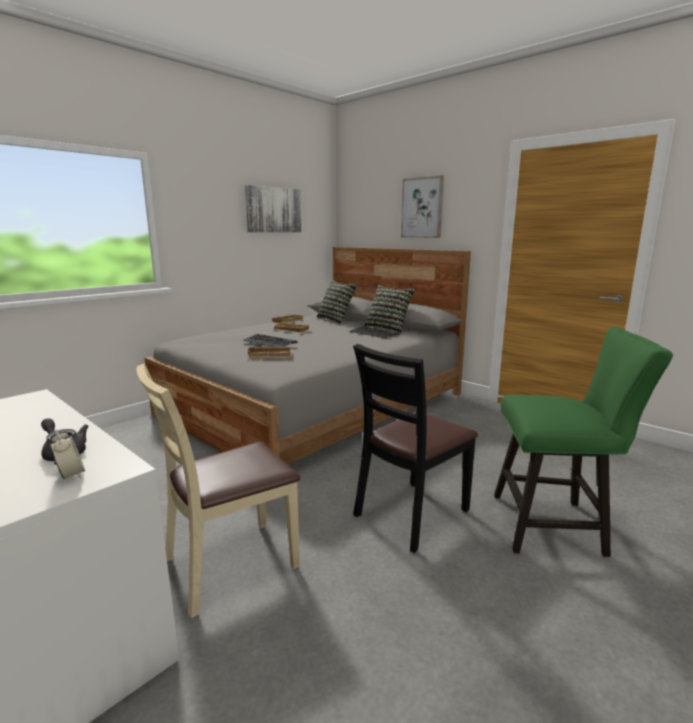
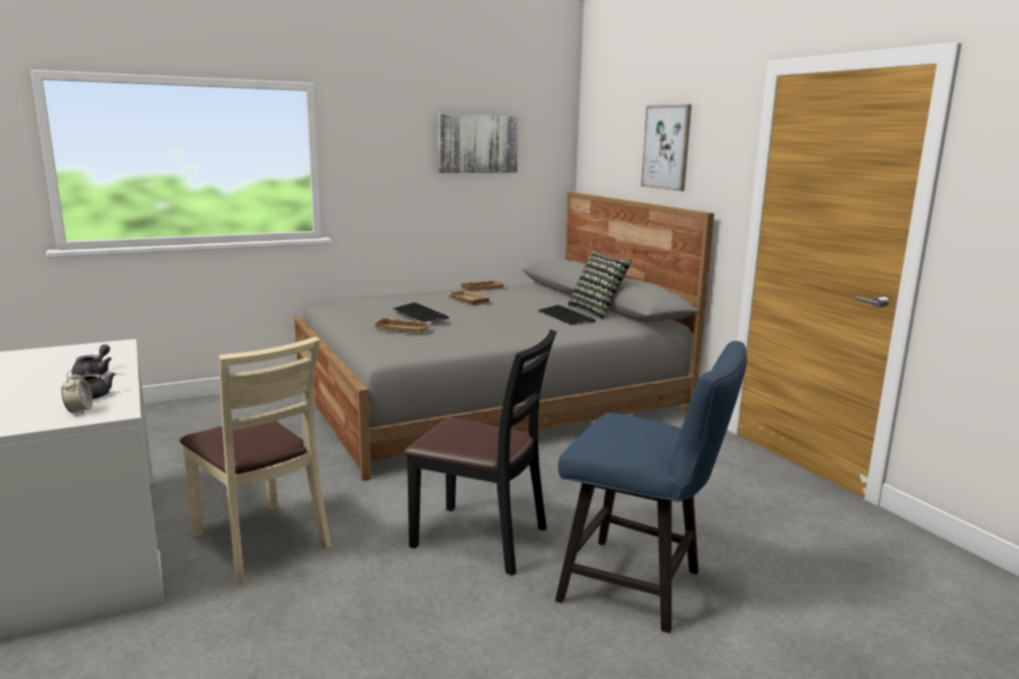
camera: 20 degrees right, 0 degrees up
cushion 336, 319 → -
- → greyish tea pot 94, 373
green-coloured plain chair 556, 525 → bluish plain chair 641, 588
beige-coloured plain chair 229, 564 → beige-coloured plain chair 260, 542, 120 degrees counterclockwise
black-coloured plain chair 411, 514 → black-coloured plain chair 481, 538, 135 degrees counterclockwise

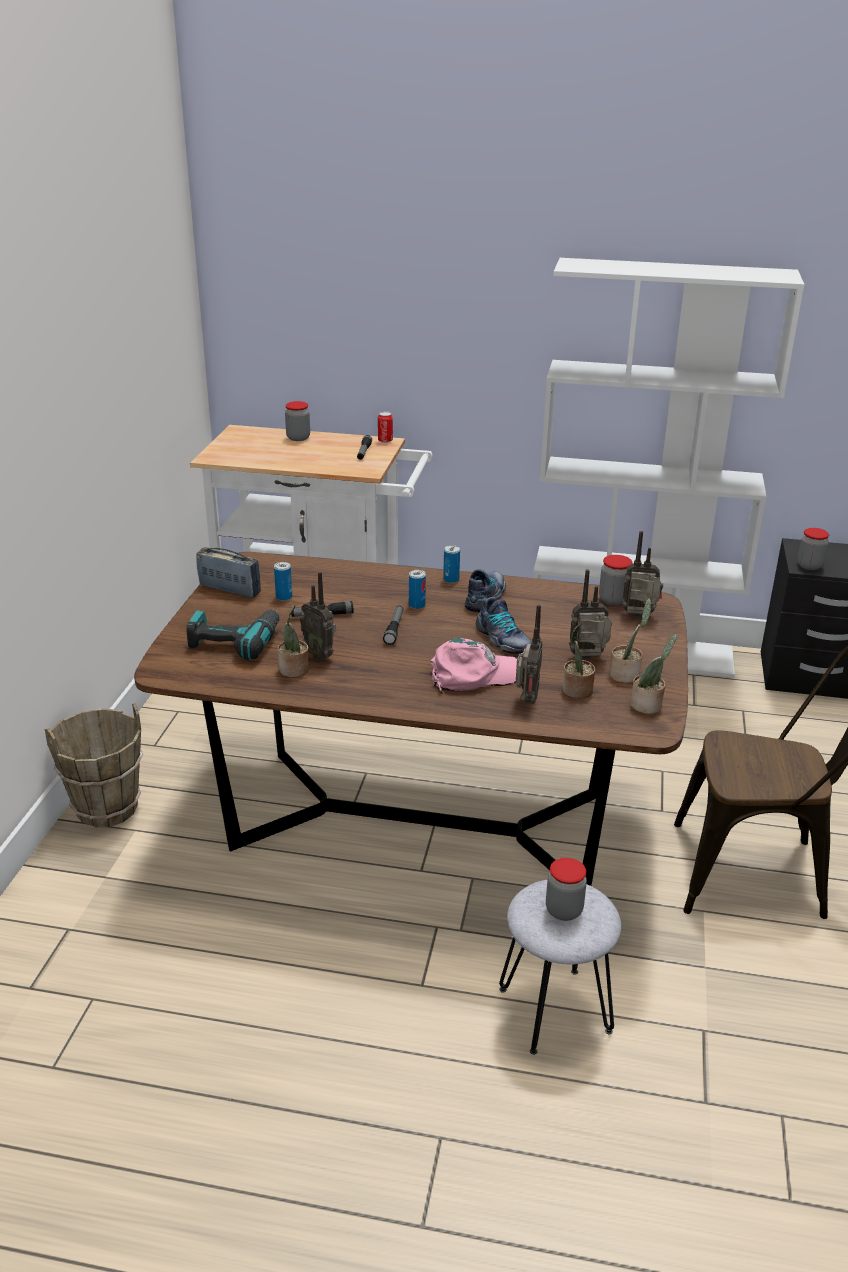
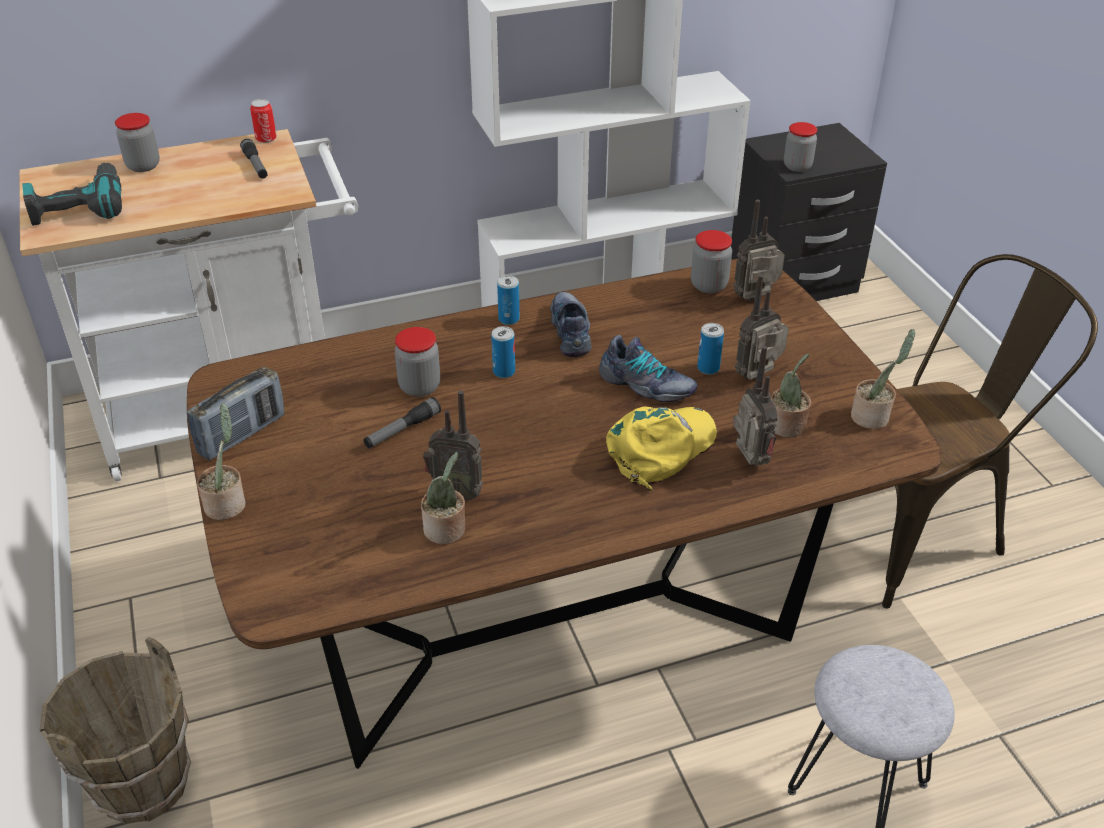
camera: 30 degrees left, 10 degrees up
flashlight 394, 629 → -
drill 235, 641 → drill 78, 206, shifted
sealed can 284, 597 → sealed can 708, 368, shifted
jar 564, 910 → jar 419, 387, shifted
houseplant 626, 675 → houseplant 227, 504, shifted
pink peaked cap 474, 675 → yellow peaked cap 661, 448
radio 230, 589 → radio 242, 435, 135 degrees clockwise

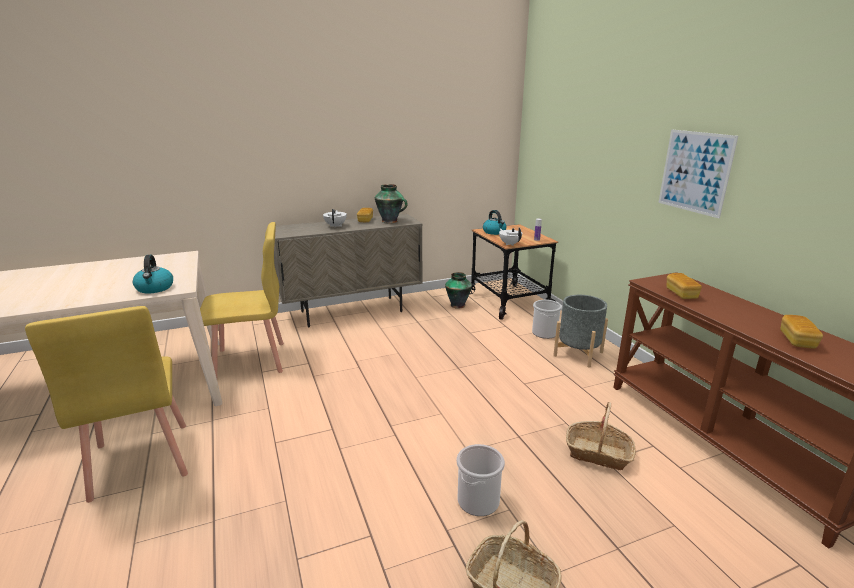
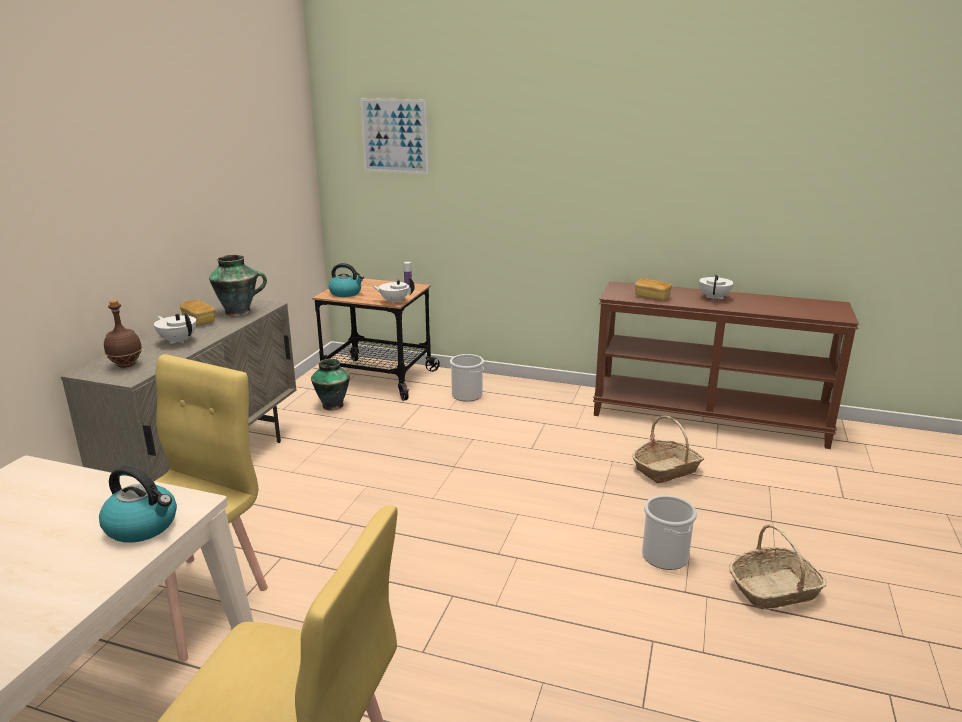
camera: 50 degrees left, 0 degrees up
greyish plant pot 578, 354 → -
baked bread 797, 340 → -
- → brown-coloured drink bottle 125, 365
- → white-coloured tea pot 714, 297
wall picture 695, 172 → wall picture 394, 136, shifted

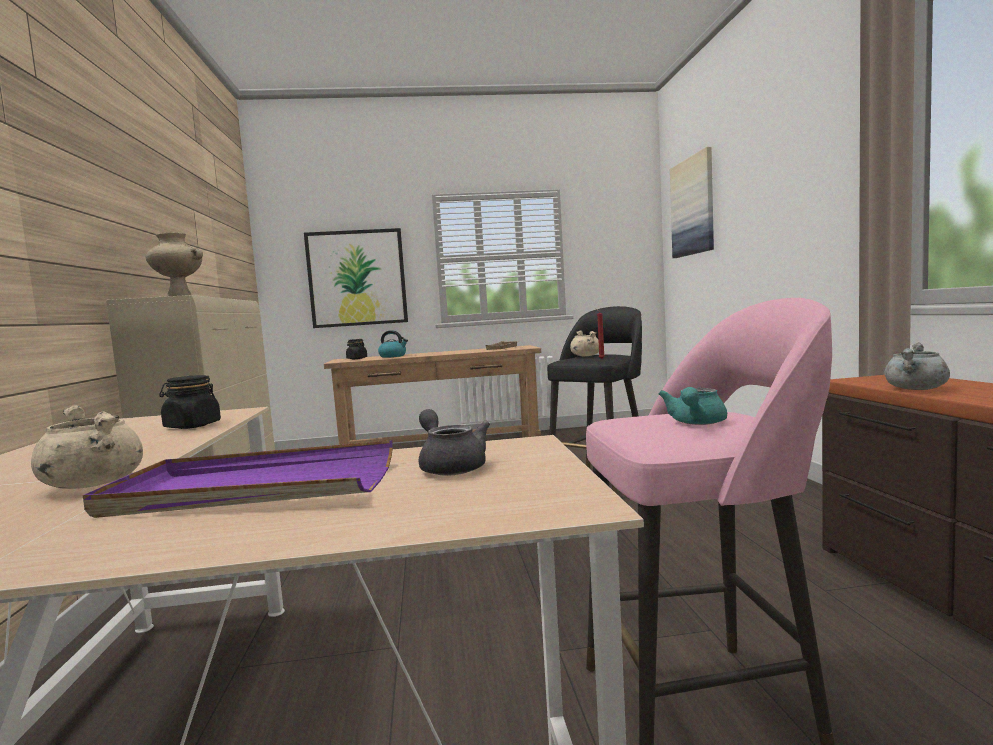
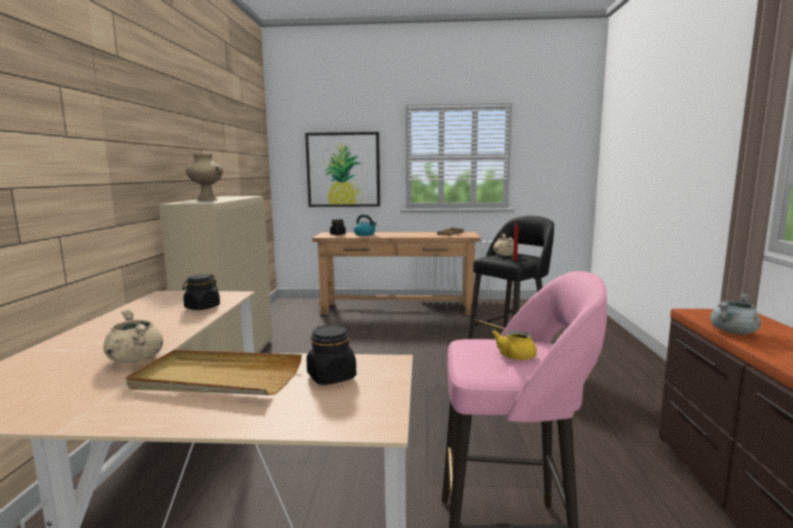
camera: 10 degrees right, 5 degrees up
wall picture 693, 206 → -
greyish tea pot 450, 466 → black-coloured jar 332, 377
purplish tray 254, 488 → beige-coloured tray 217, 379
blue-green tea pot 695, 423 → yellow tea pot 513, 357

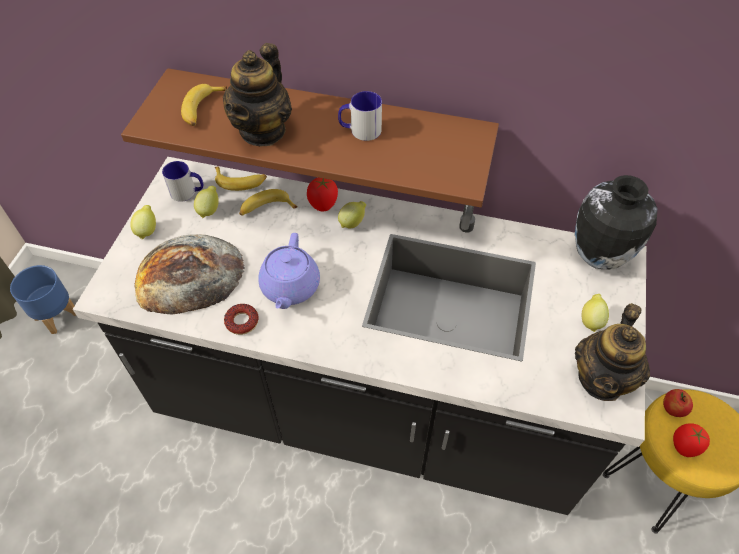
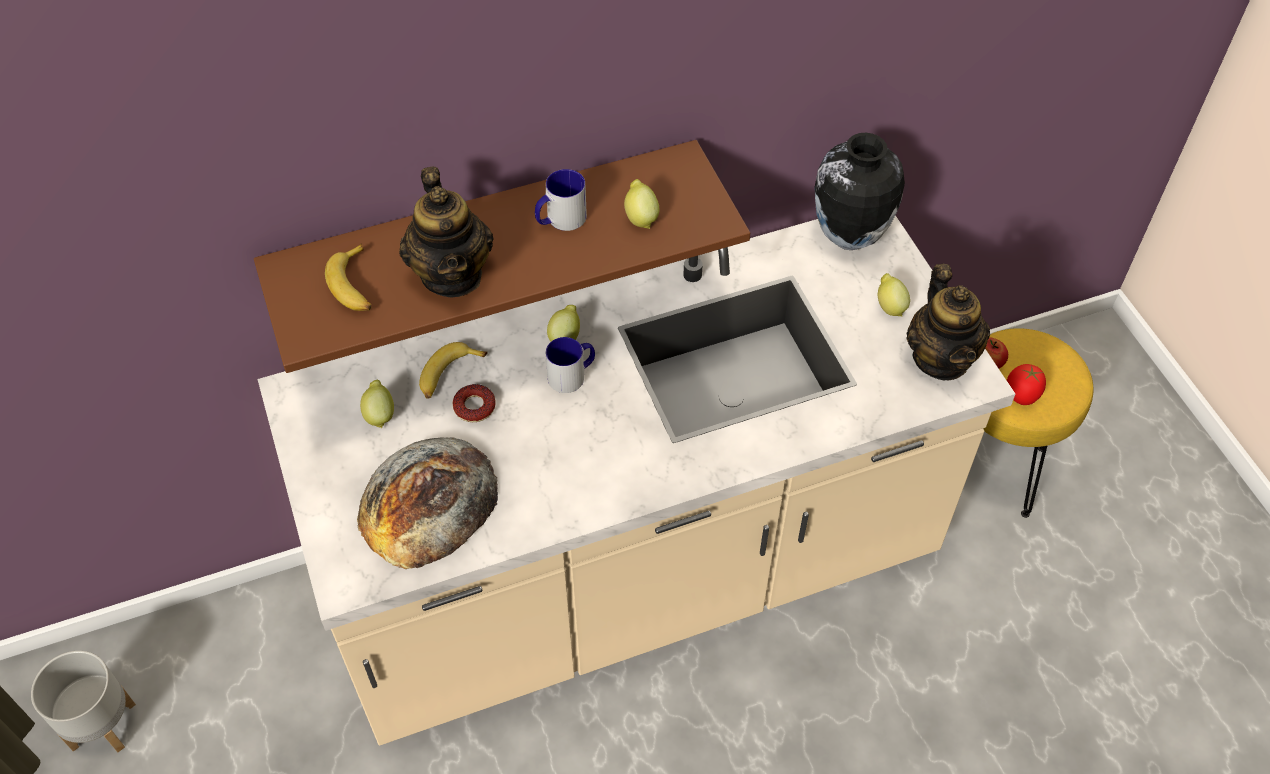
camera: 35 degrees left, 0 degrees up
banana fruit 240, 181 → -
purplish tea pot 290, 287 → -
tomato 323, 204 → -
citrus fruit 147, 230 → citrus fruit 640, 217, shifted
tea mug 188, 192 → tea mug 572, 375, shifted
doughnut 242, 321 → doughnut 474, 407, shifted
bluish plant pot 57, 315 → greyish plant pot 103, 723
black-coloured counter 369, 406 → beige-coloured counter 635, 574

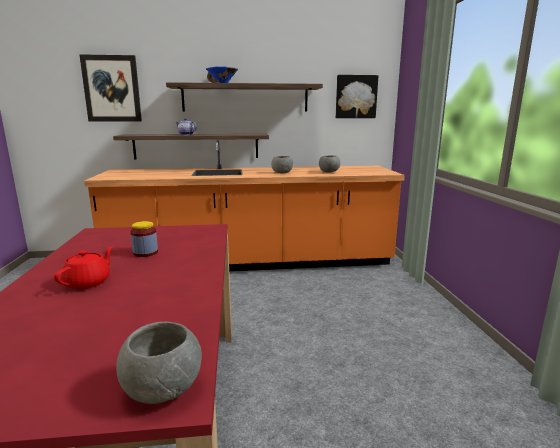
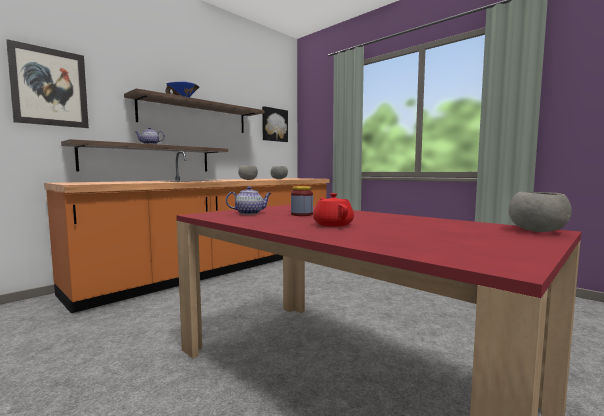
camera: 40 degrees left, 10 degrees down
- → tea pot 249, 213

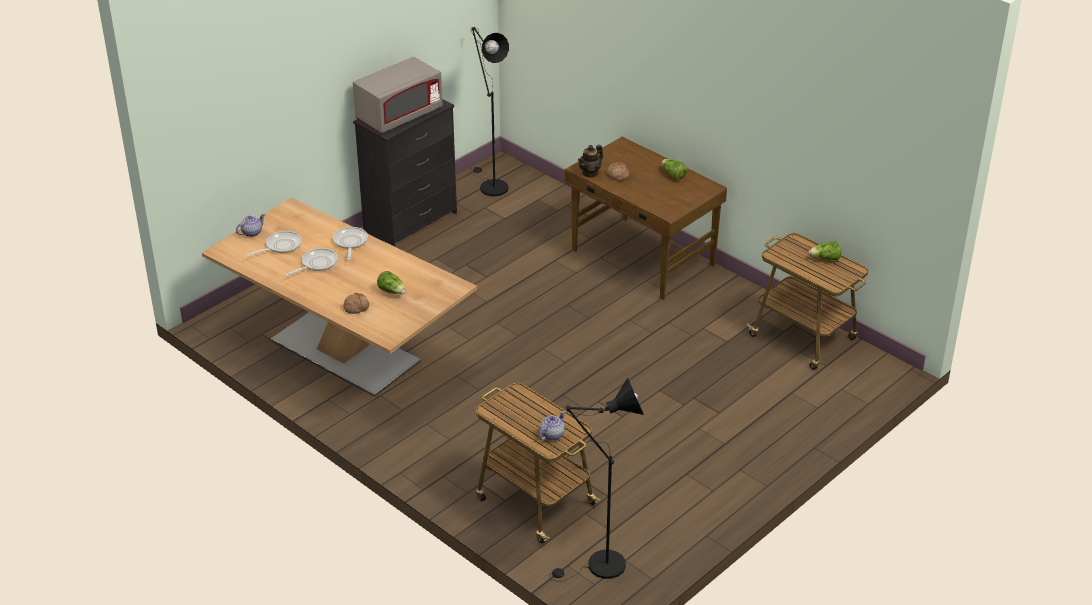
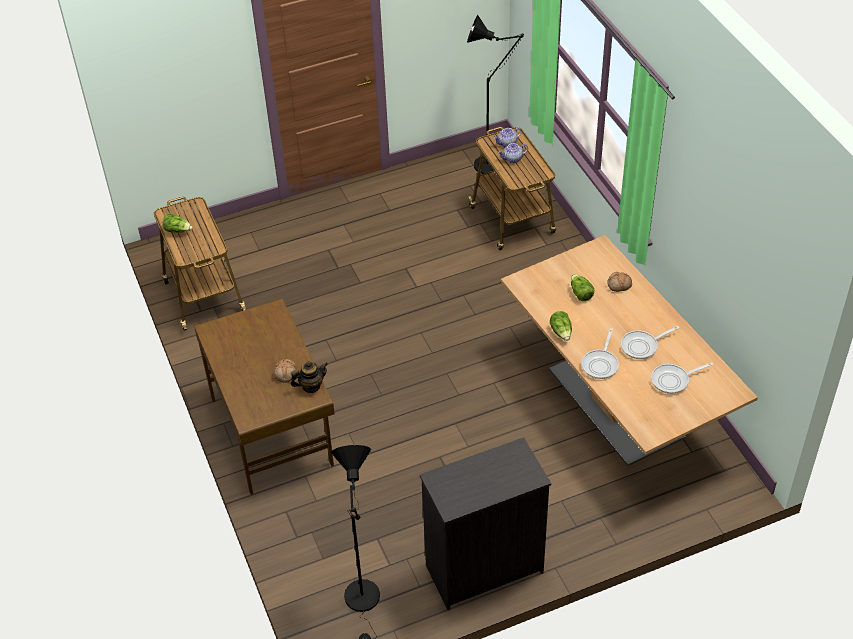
camera: 155 degrees left, 10 degrees up
greyish microwave 399, 115 → -
tea pot 252, 232 → tea pot 512, 159, shifted
lettuce 673, 175 → lettuce 561, 332, shifted

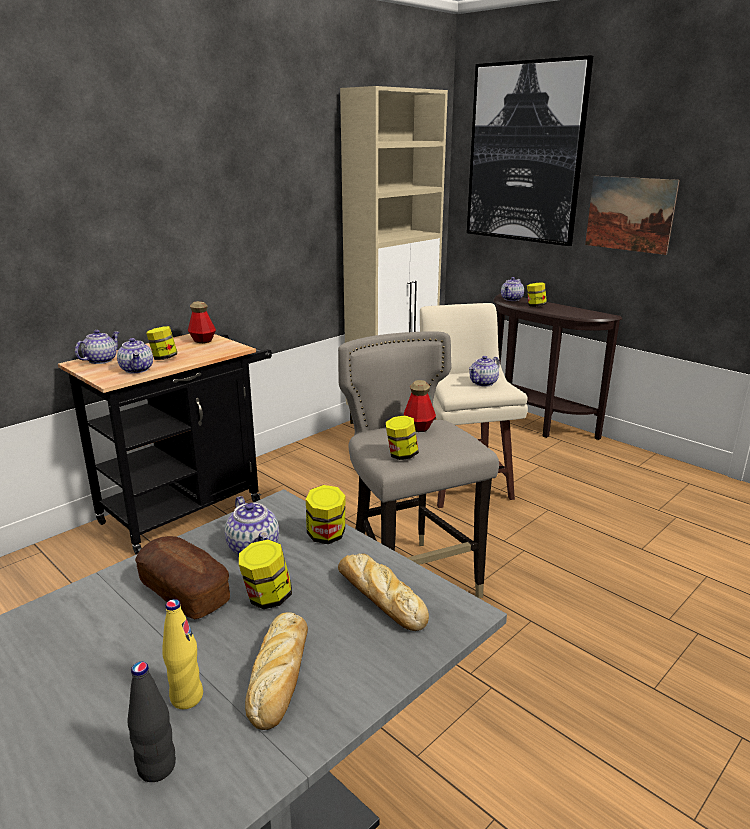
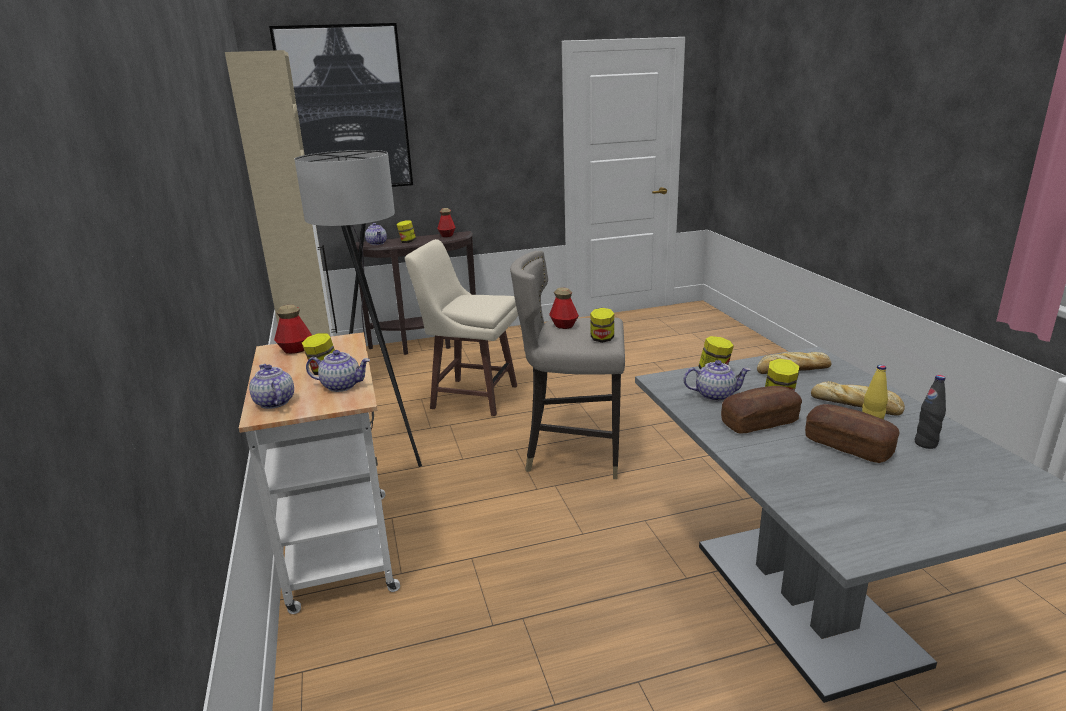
camera: 60 degrees left, 0 degrees up
tea pot 483, 383 → -
wall picture 630, 214 → -
- → greyish standing lamp 381, 452
- → drink bottle 447, 235
- → baked bread 848, 446
black-coloured wheeled cart 189, 508 → white-coloured wheeled cart 340, 541

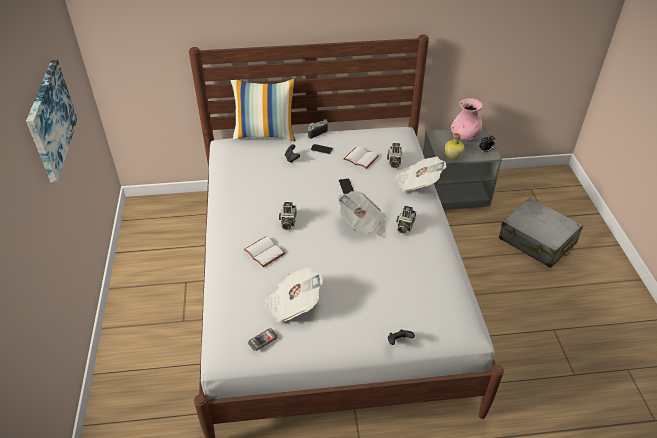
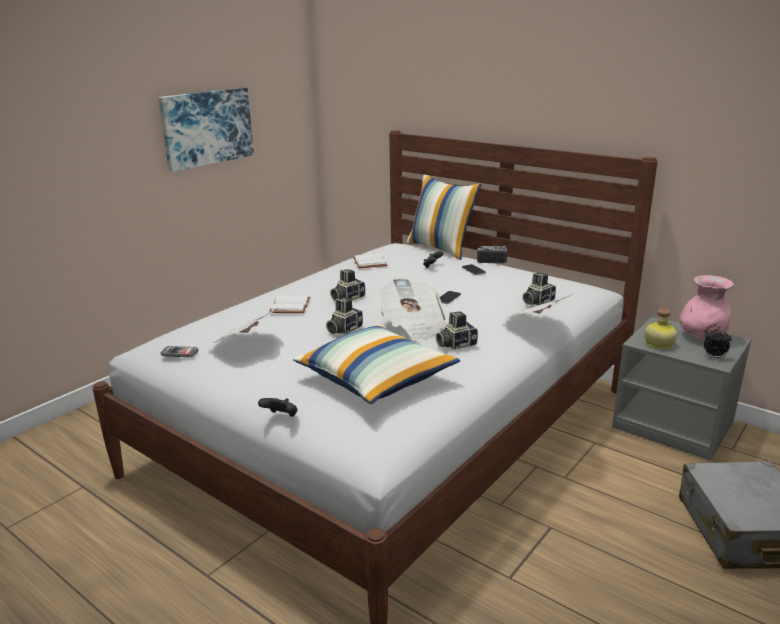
camera: 45 degrees right, 20 degrees down
- → cushion 376, 379
- → photo camera 343, 329
white-coloured volume 360, 159 → white-coloured volume 368, 262, shifted

